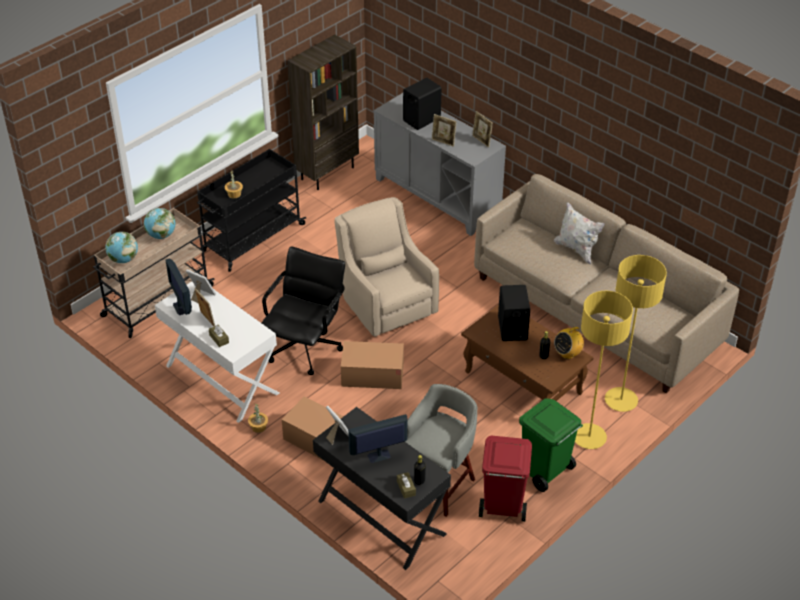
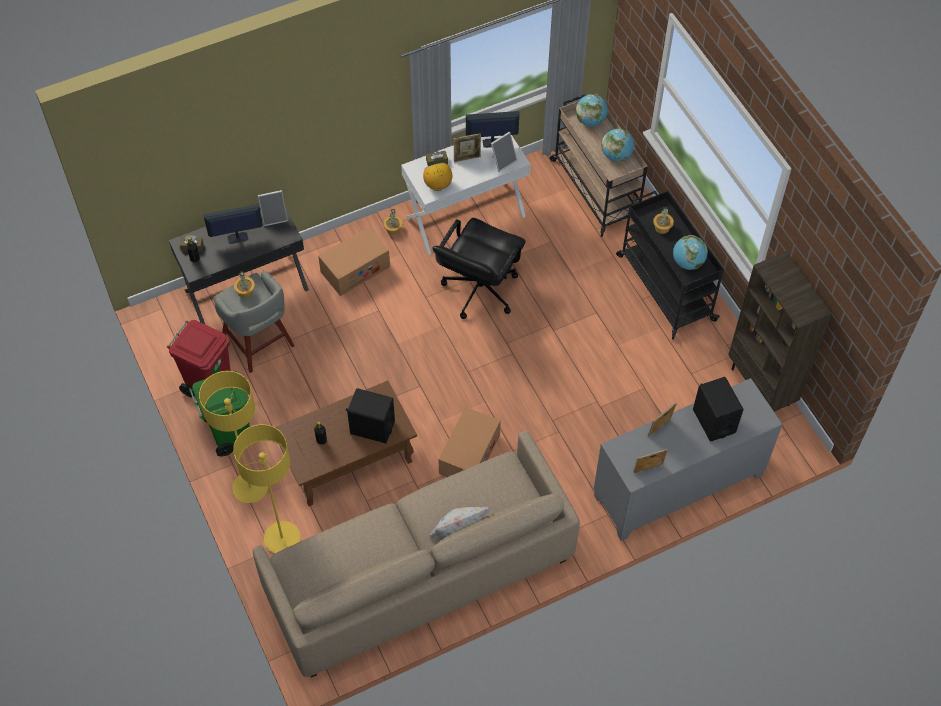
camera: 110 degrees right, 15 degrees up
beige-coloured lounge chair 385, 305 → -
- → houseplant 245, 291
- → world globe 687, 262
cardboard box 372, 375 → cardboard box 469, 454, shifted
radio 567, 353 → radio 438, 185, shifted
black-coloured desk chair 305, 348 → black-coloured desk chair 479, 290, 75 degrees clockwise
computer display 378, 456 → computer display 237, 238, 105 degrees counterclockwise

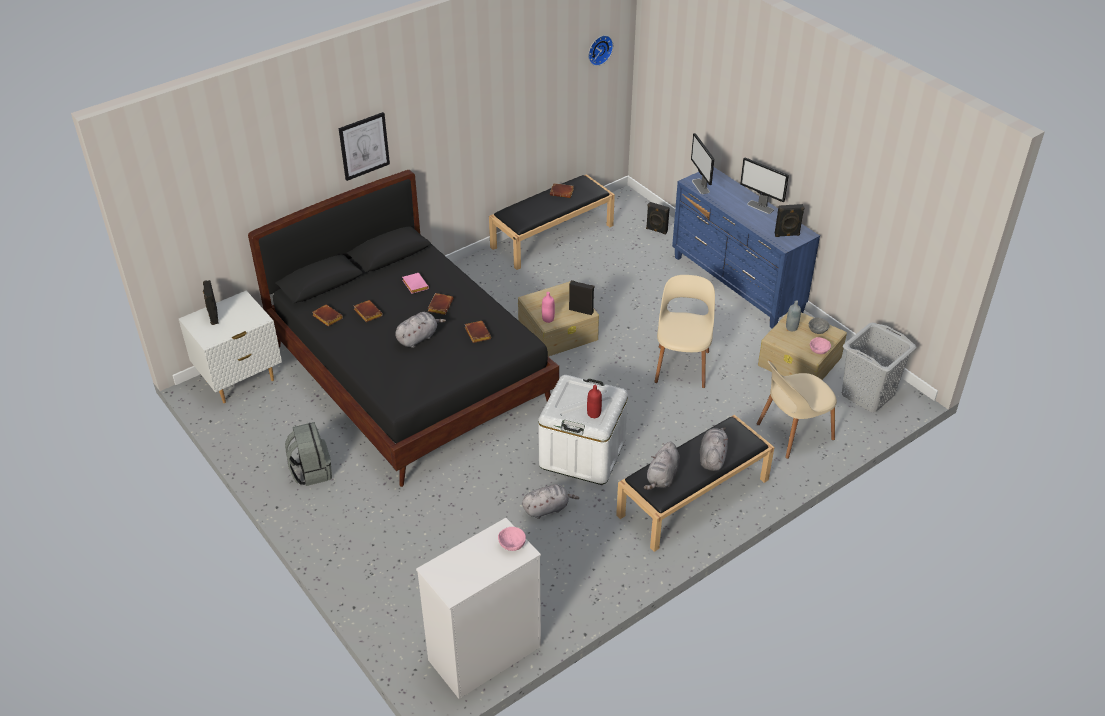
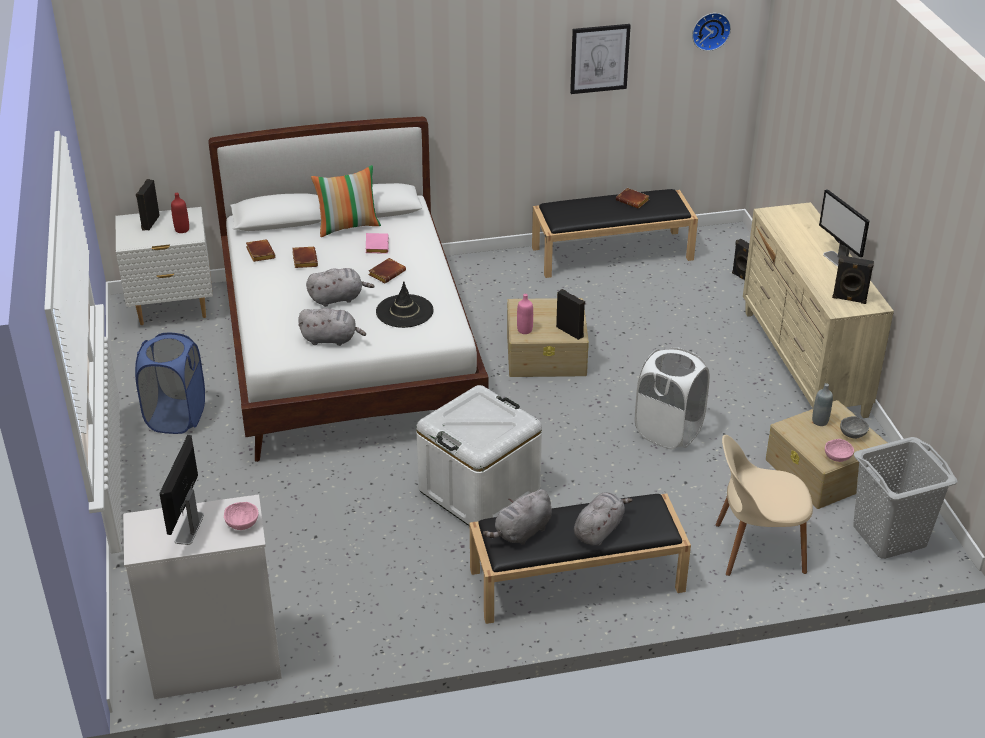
camera: 25 degrees right, 5 degrees down
- → cushion 348, 226
wall picture 364, 146 → wall picture 599, 58, shifted
greyish soft toy 547, 508 → greyish soft toy 331, 339, shifted
red-coloured drink bottle 594, 414 → red-coloured drink bottle 182, 229, shifted
computer display 700, 186 → computer display 189, 528, shifted
greyish backpack 311, 471 → bluish washing basket 176, 417
brown-coloured volume 476, 333 → black-coloured hat 404, 311
beige-coloured plain chair 682, 365 → white-coloured washing basket 668, 432
black-coloured bedroom bed 411, 375 → white-coloured bedroom bed 349, 353
bluish drawer chest 736, 285 → beige-coloured drawer chest 803, 363

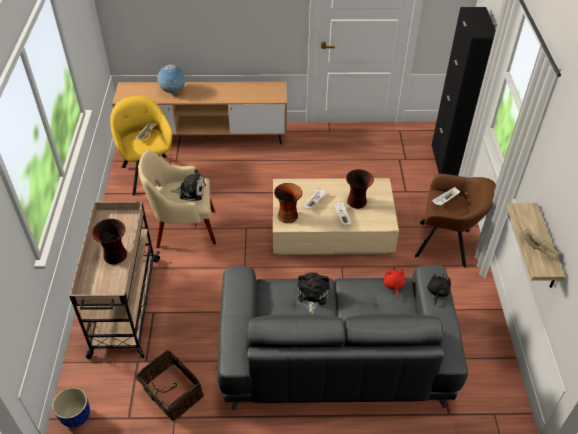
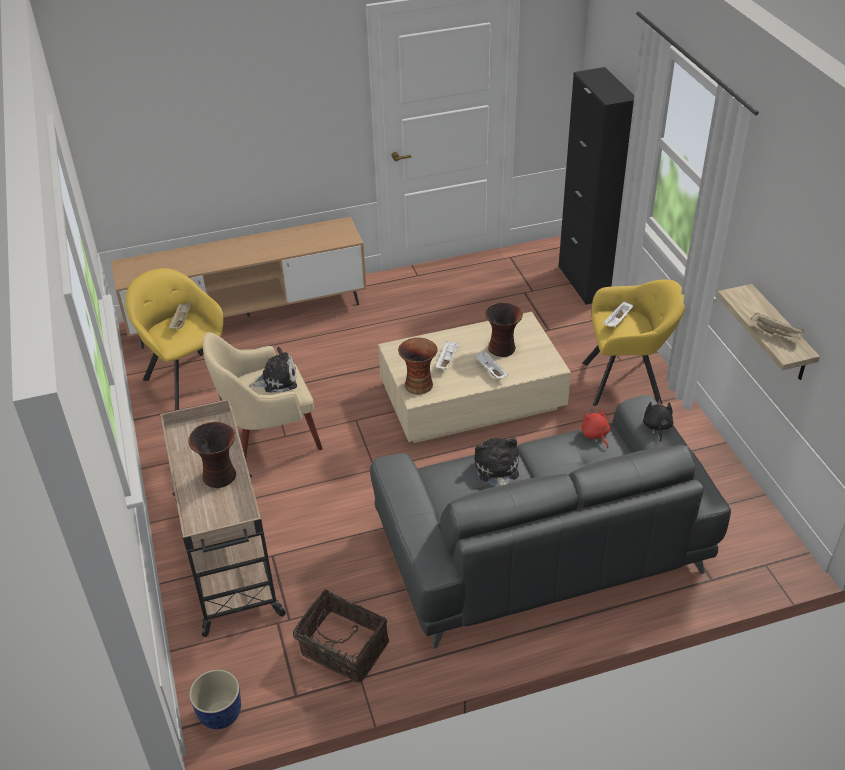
camera: 15 degrees left, 5 degrees down
world globe 173, 91 → -
brown-coloured lounge chair 446, 244 → yellow lounge chair 626, 382

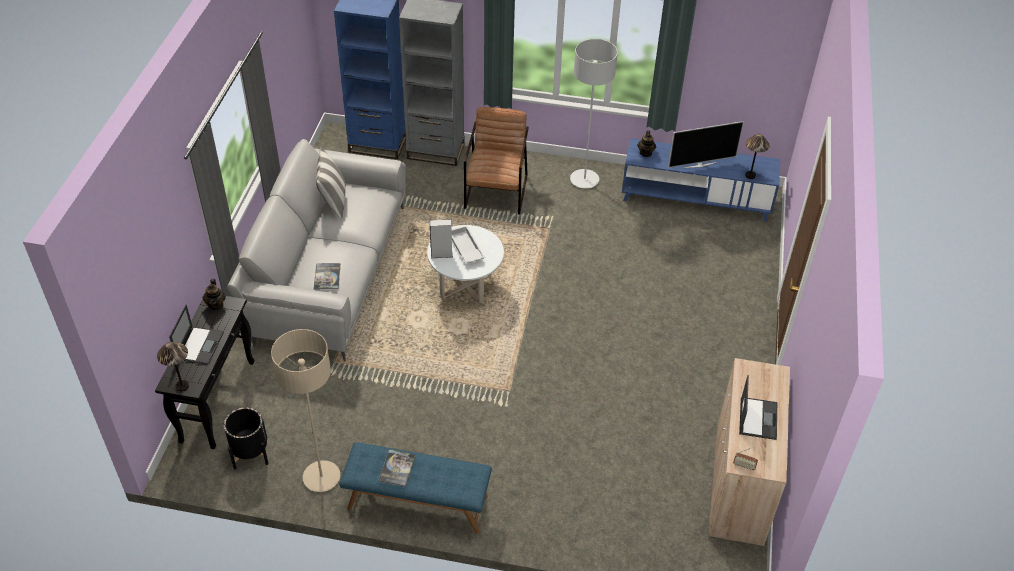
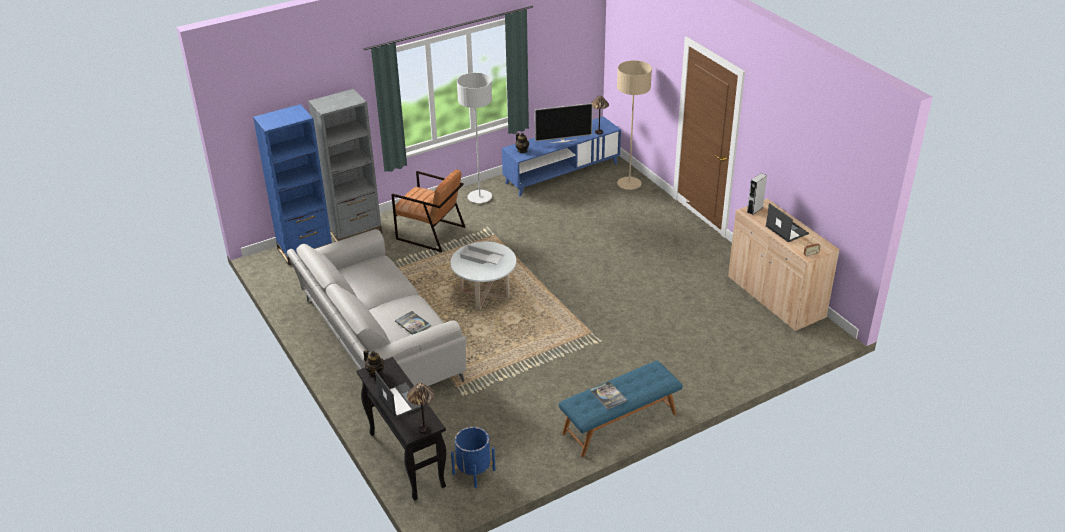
camera: 40 degrees left, 10 degrees down
cushion 333, 202 → -
beige-coloured standing lamp 321, 477 → beige-coloured standing lamp 629, 184, shifted
greyish loudspeaker 441, 254 → greyish loudspeaker 754, 209, shifted
black-coloured plant pot 250, 453 → bluish plant pot 474, 472
brown-coloured lounge chair 496, 191 → brown-coloured lounge chair 430, 233, 150 degrees clockwise
television 700, 164 → television 563, 141, 45 degrees clockwise

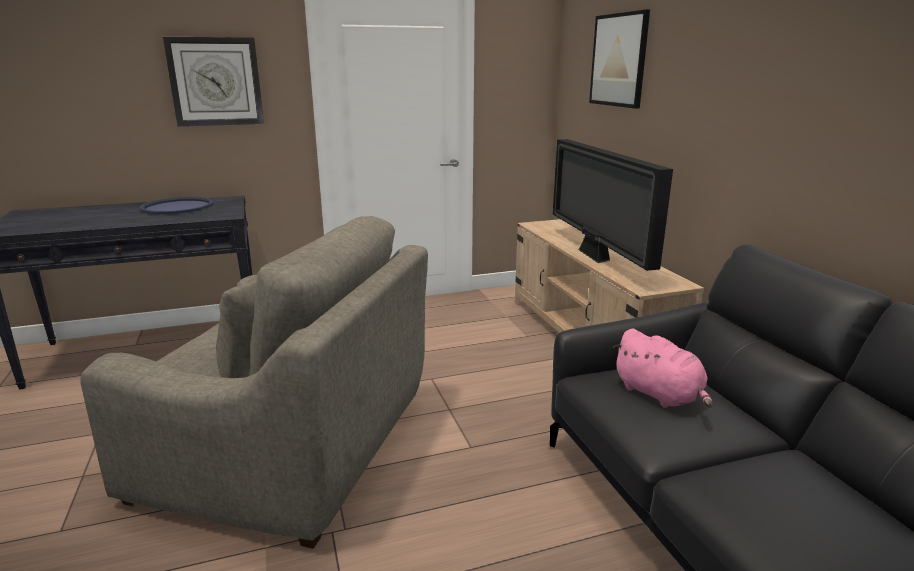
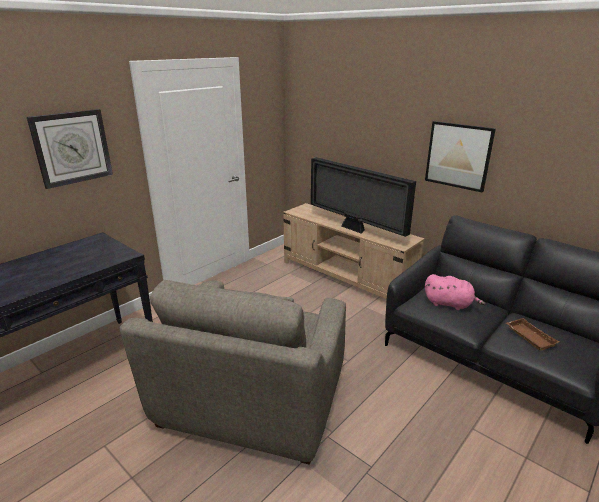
camera: 30 degrees left, 5 degrees up
bluish tray 177, 207 → -
- → brown-coloured tray 528, 337
wall picture 618, 60 → wall picture 458, 156, shifted
greyish lounge chair 292, 447 → greyish lounge chair 252, 400, 120 degrees clockwise

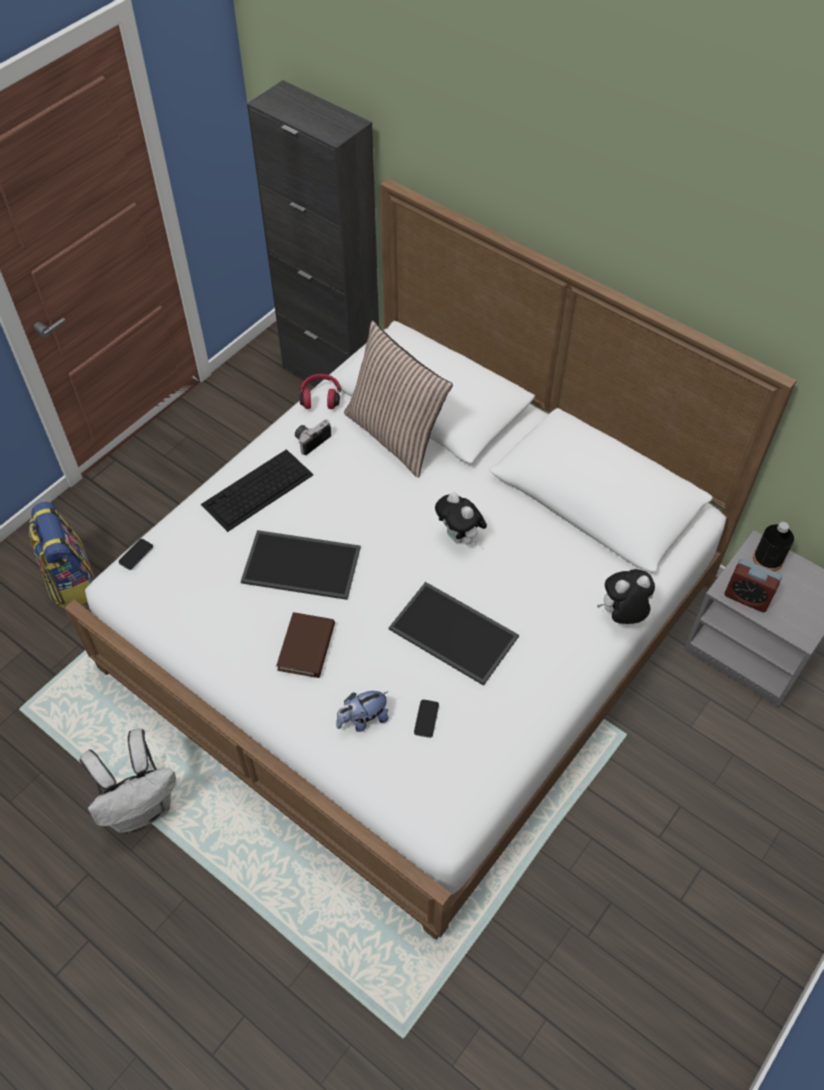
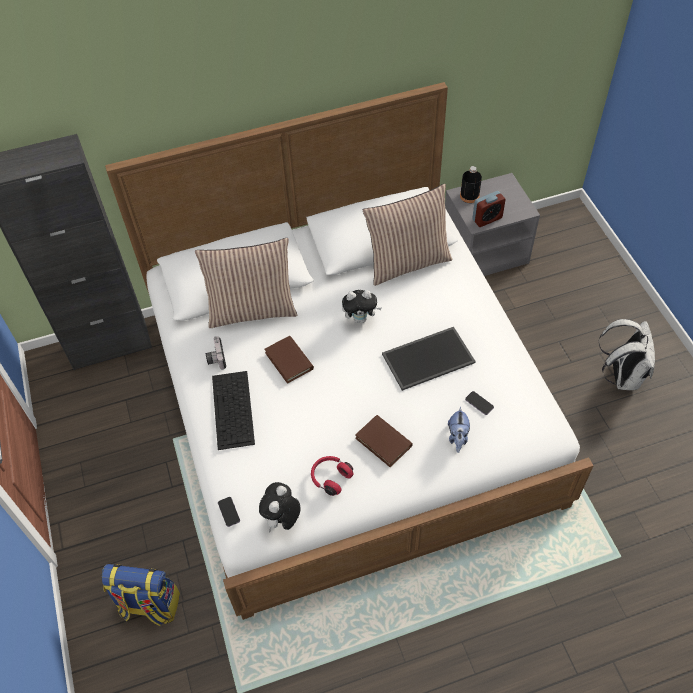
camera: 55 degrees left, 0 degrees up
tray 303, 564 → -
- → brown-coloured volume 289, 361
- → cushion 407, 262
white-coloured backpack 142, 807 → white-coloured backpack 621, 376, shifted
red-coloured headphones 321, 397 → red-coloured headphones 330, 477, shifted
soft toy 622, 615 → soft toy 282, 519, shifted

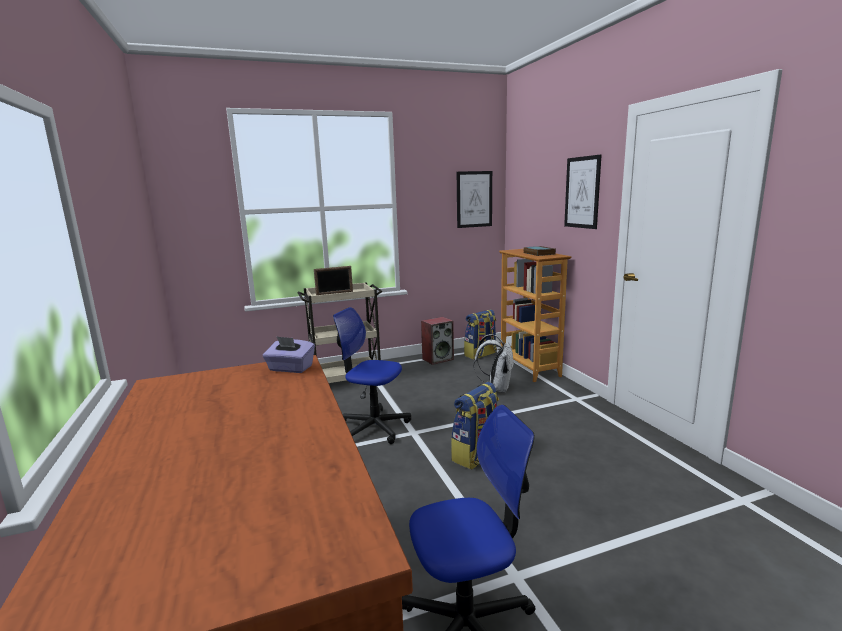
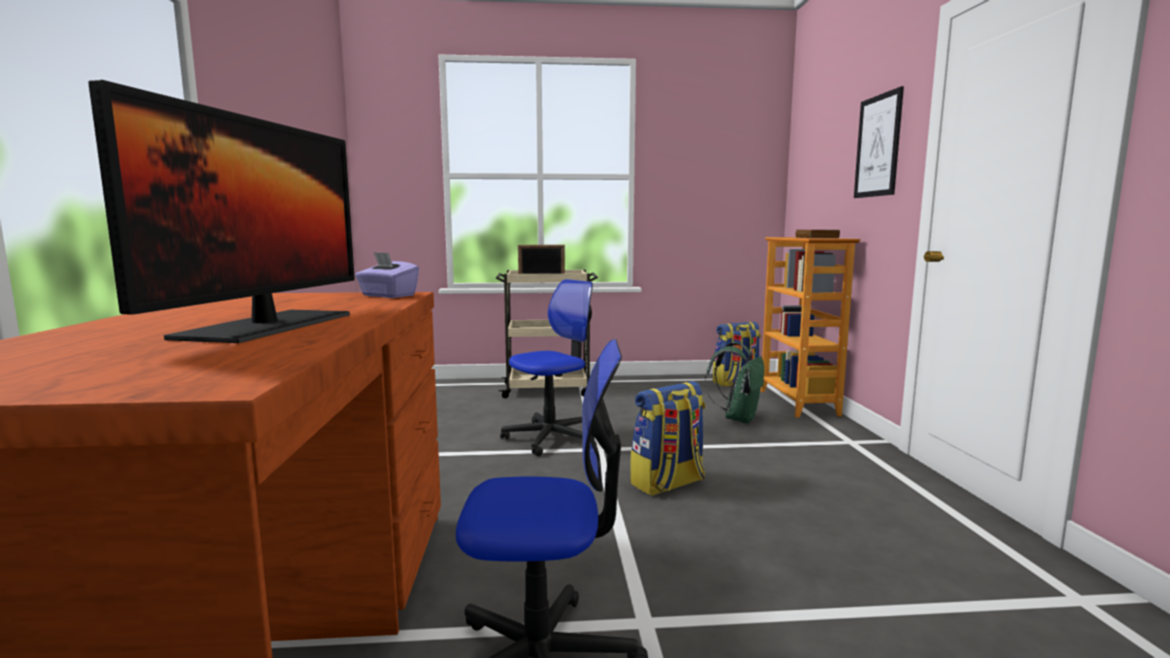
camera: 15 degrees right, 5 degrees down
loudspeaker 438, 359 → -
wall picture 474, 199 → -
- → computer display 268, 326
white-coloured backpack 496, 388 → green-coloured backpack 738, 418
desk chair 373, 427 → desk chair 551, 438, 105 degrees clockwise

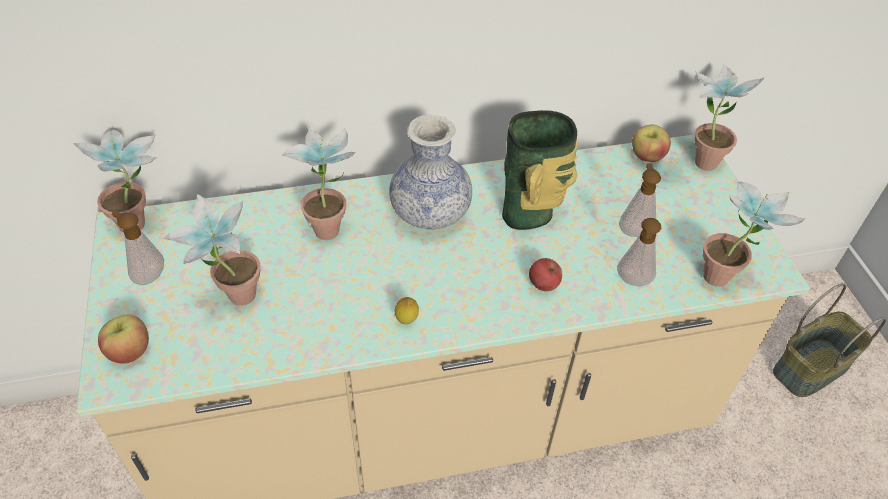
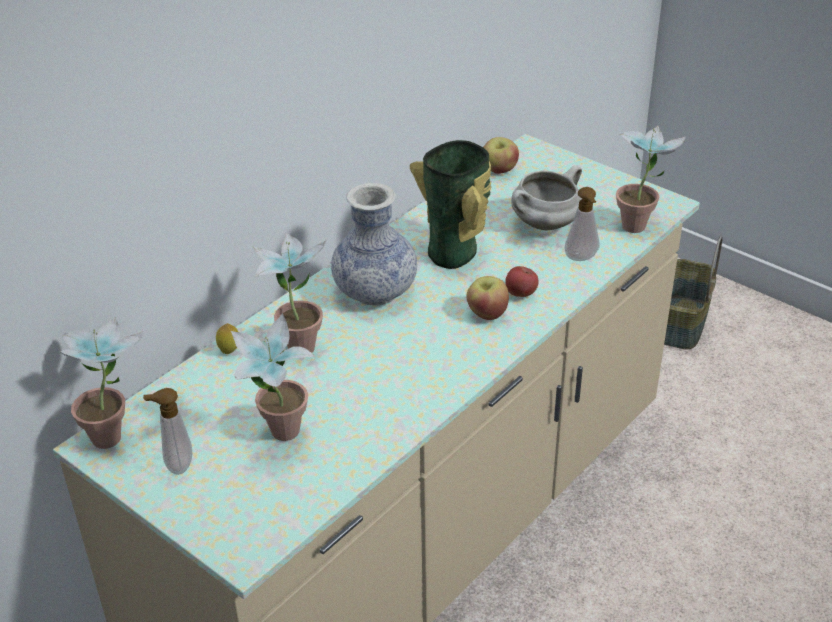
camera: 35 degrees left, 10 degrees down
houseplant 702, 157 → -
apple 130, 351 → apple 487, 313, shifted
citrus fruit 406, 321 → citrus fruit 229, 351, shifted
liquid soap bottle 634, 230 → white-coloured cooking pot 545, 224

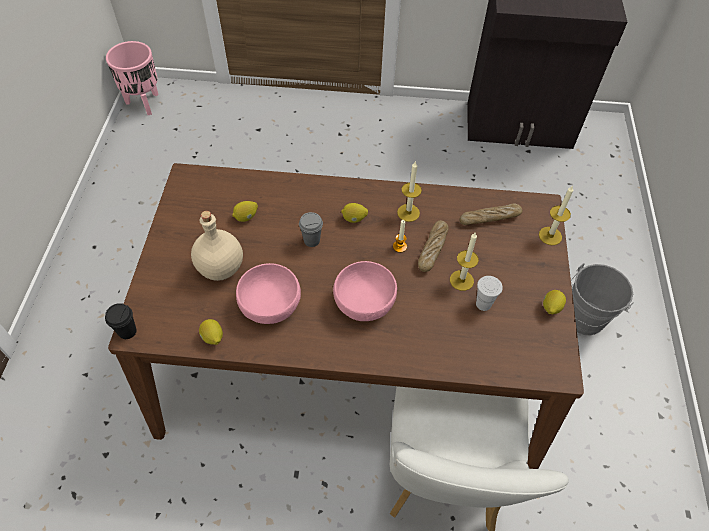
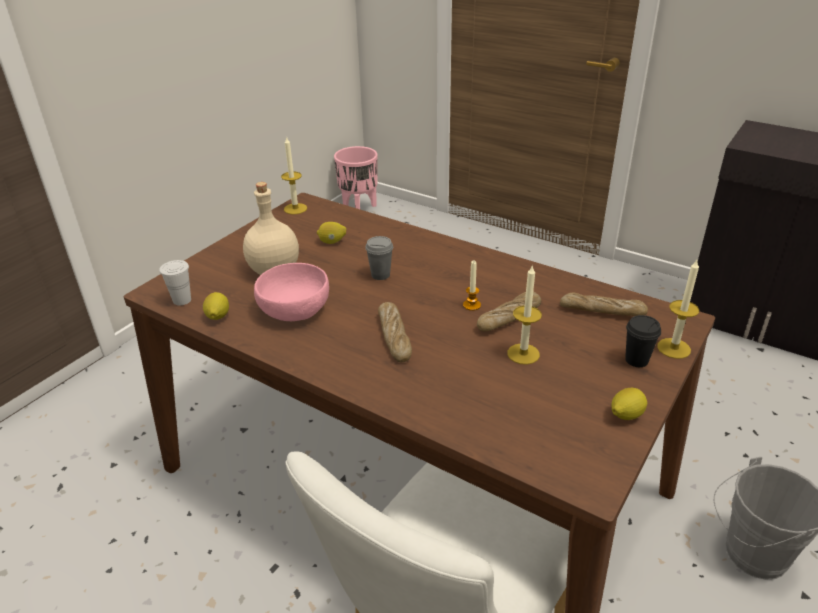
camera: 30 degrees right, 20 degrees down
citrus fruit 354, 219 → -
black-coloured small cup 127, 331 → black-coloured small cup 636, 360, shifted
wax candle 408, 213 → wax candle 295, 209, shifted
white-coloured small cup 483, 304 → white-coloured small cup 182, 300, shifted
pink deep dish 365, 301 → baked bread 394, 337

